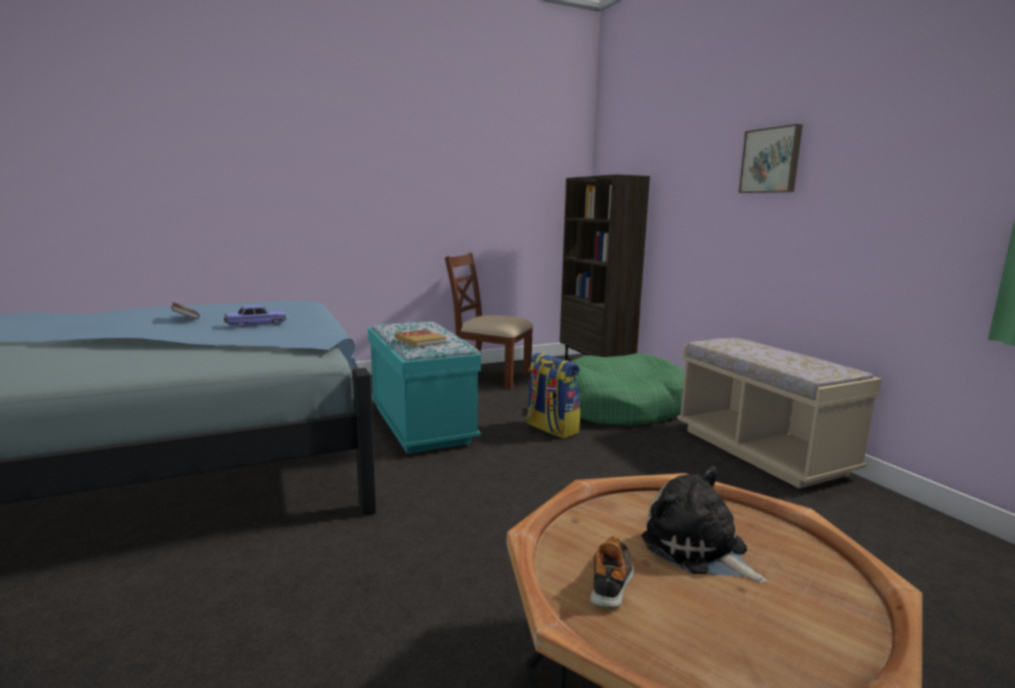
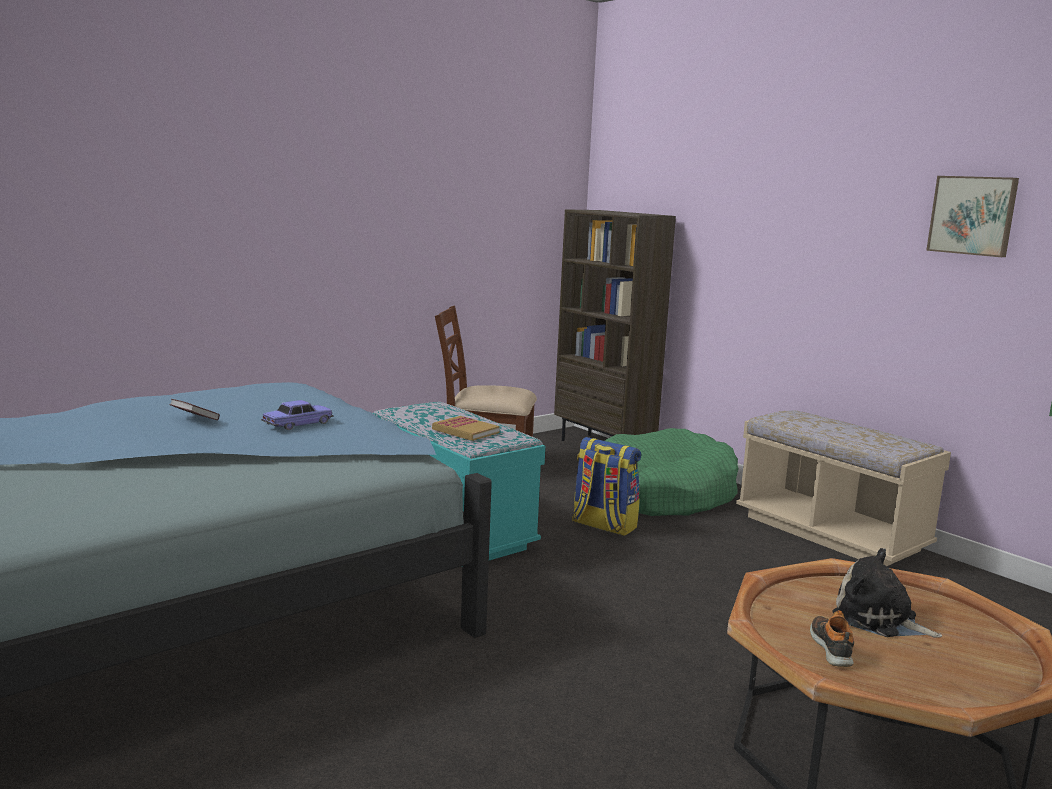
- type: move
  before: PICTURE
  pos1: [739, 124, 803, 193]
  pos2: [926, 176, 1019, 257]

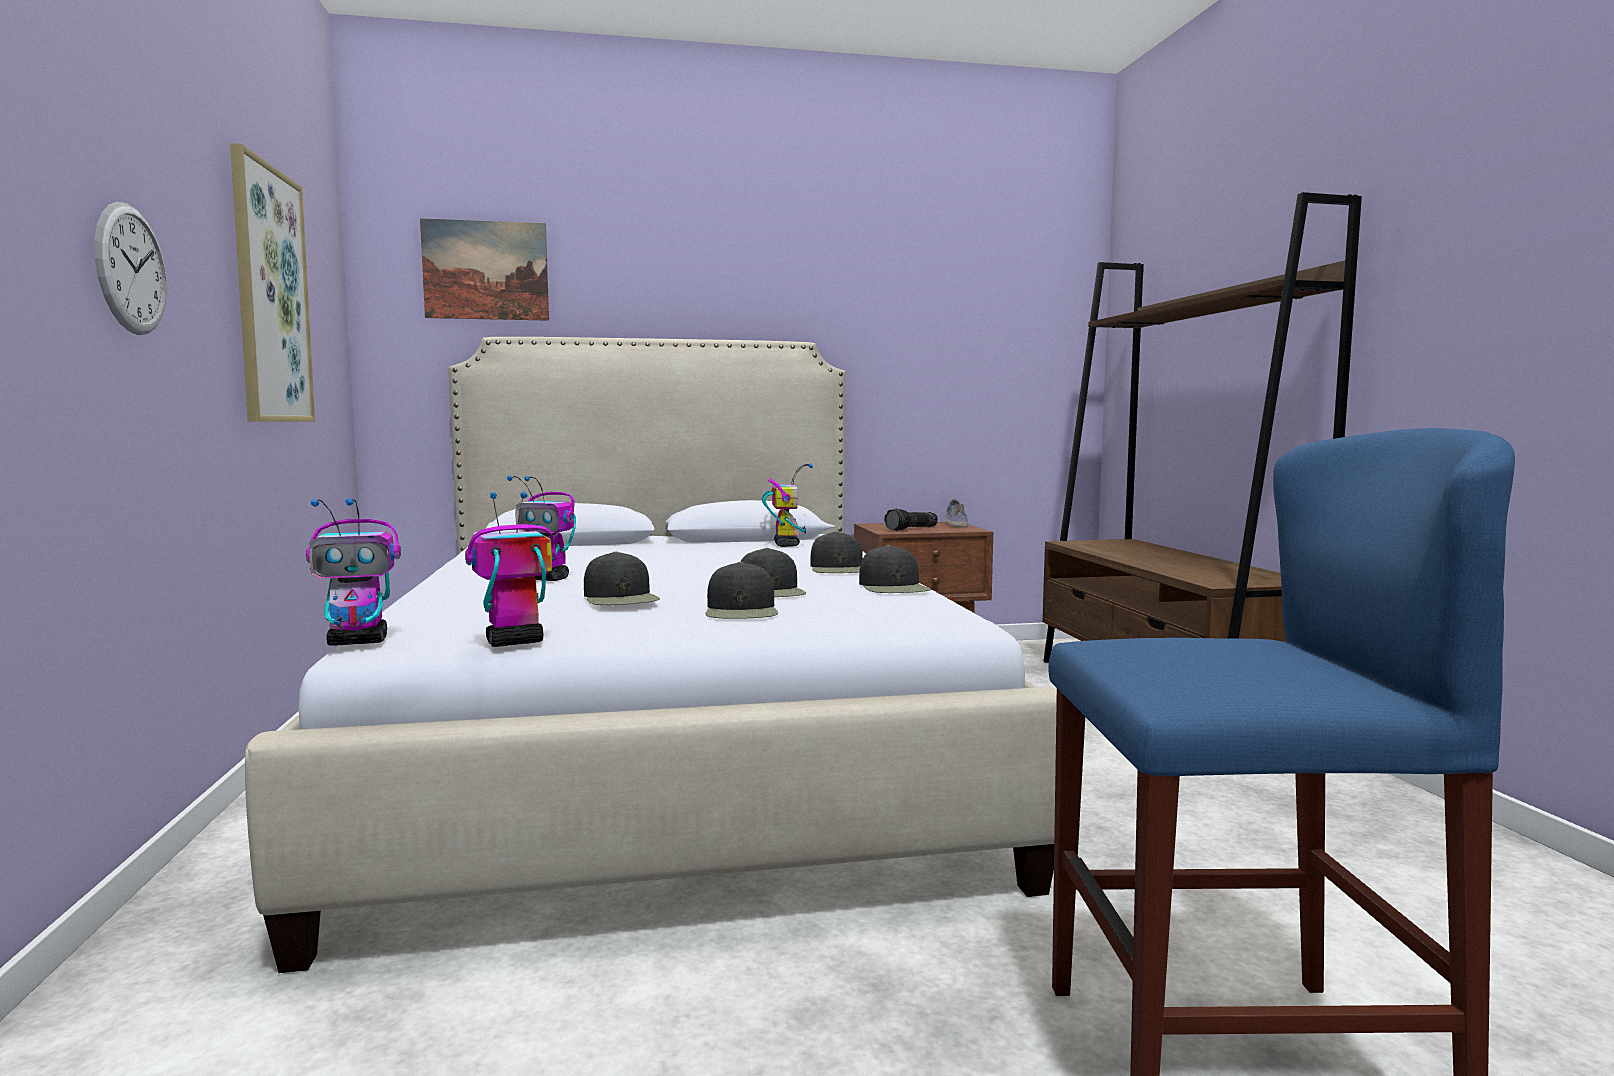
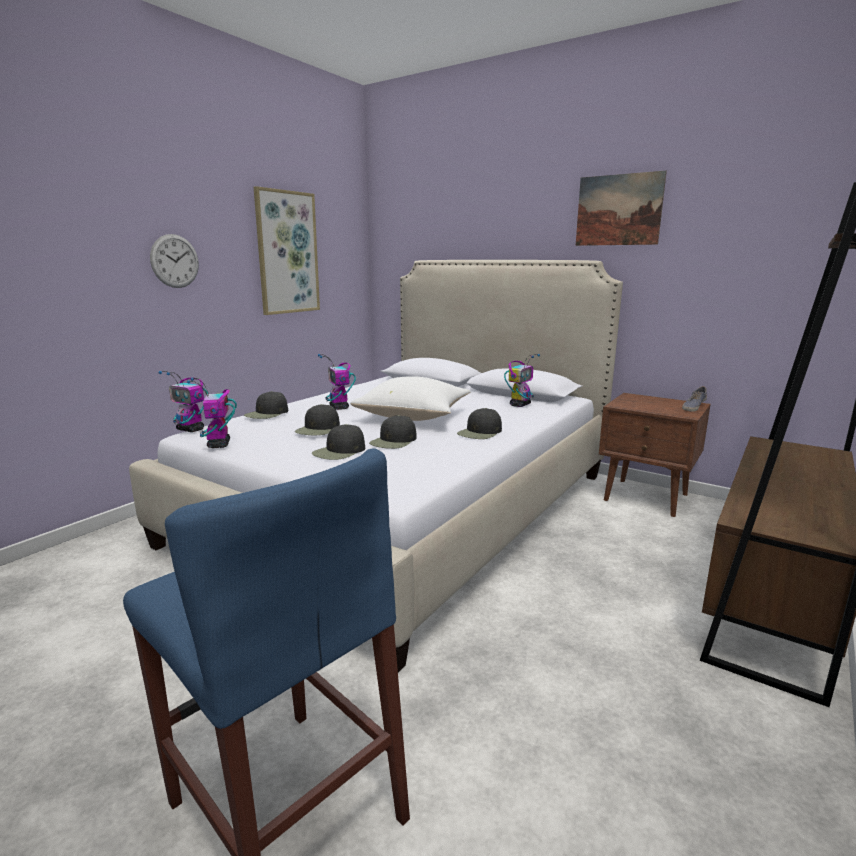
- type: delete
  before: HAND TORCH
  pos1: [884, 509, 938, 531]
- type: insert
  after: WHITISH PILLOW
  pos2: [351, 376, 471, 421]
- type: move
  before: PICTURE
  pos1: [420, 218, 549, 321]
  pos2: [576, 171, 667, 246]
- type: move
  before: BLACK CAP
  pos1: [859, 545, 931, 593]
  pos2: [244, 391, 289, 419]
- type: rotate
  before: MODEL ROBOT
  pos1: [465, 492, 556, 647]
  pos2: [187, 378, 237, 448]
  turn: -120

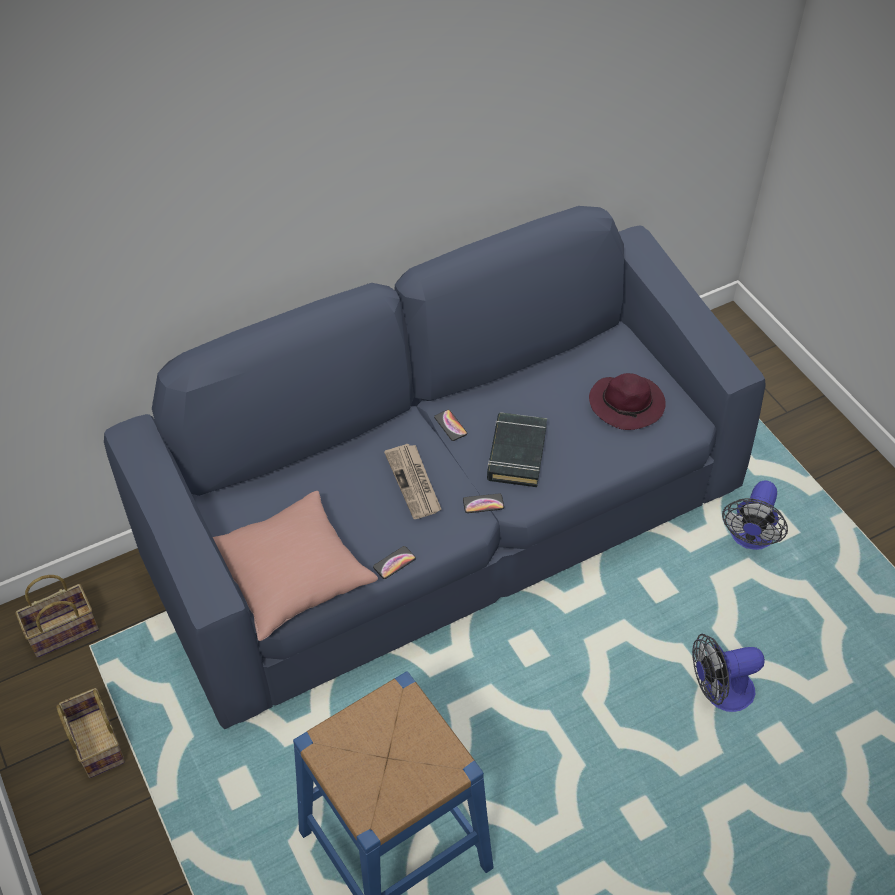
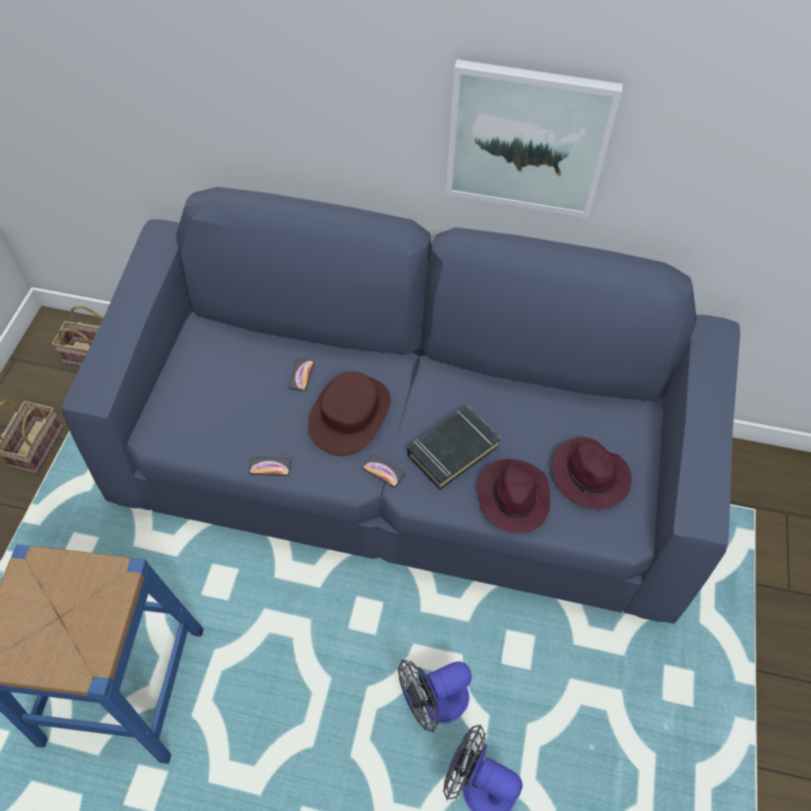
- type: delete
  before: PINK PILLOW
  pos1: [213, 491, 378, 641]
- type: insert
  after: PICTURE
  pos2: [446, 60, 623, 218]
- type: insert
  after: PURPLISH CLOTHING HAT
  pos2: [477, 459, 550, 533]
- type: move
  before: HANDSET
  pos1: [434, 410, 468, 441]
  pos2: [288, 359, 314, 391]
- type: move
  before: FAN
  pos1: [722, 480, 788, 550]
  pos2: [398, 660, 472, 732]
- type: replace
  before: PRINTED PAPER
  after: BROWN-COLOURED CLOTHING HAT
  pos1: [384, 444, 441, 519]
  pos2: [308, 371, 391, 456]

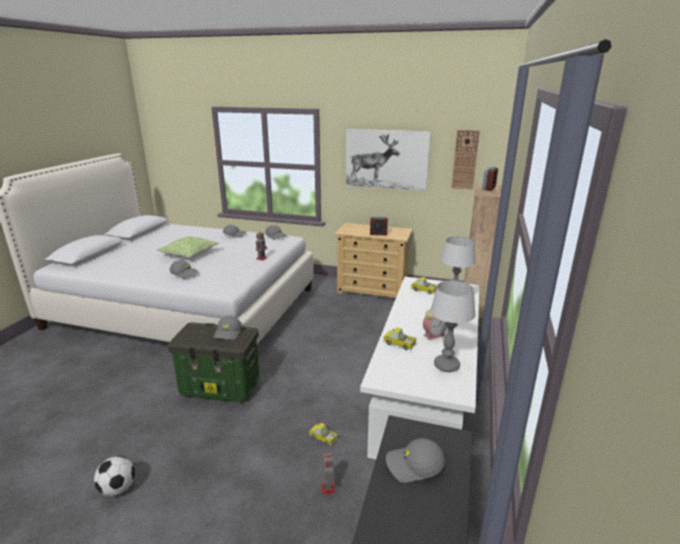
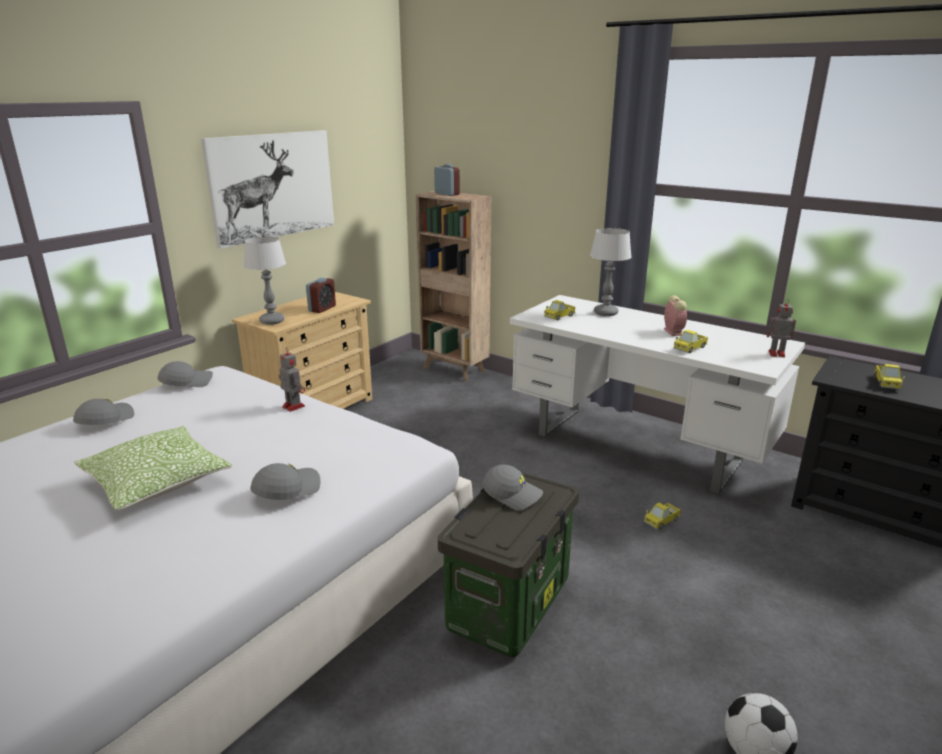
- type: delete
  before: HANGING CLOCK
  pos1: [451, 130, 480, 190]
- type: move
  before: MODEL ROBOT
  pos1: [321, 453, 336, 494]
  pos2: [767, 298, 796, 358]
- type: move
  before: TABLETOP LAMP
  pos1: [430, 280, 476, 372]
  pos2: [244, 236, 286, 325]
- type: replace
  before: GRAY CAP
  after: TOY LORRY
  pos1: [386, 438, 445, 483]
  pos2: [874, 364, 905, 390]

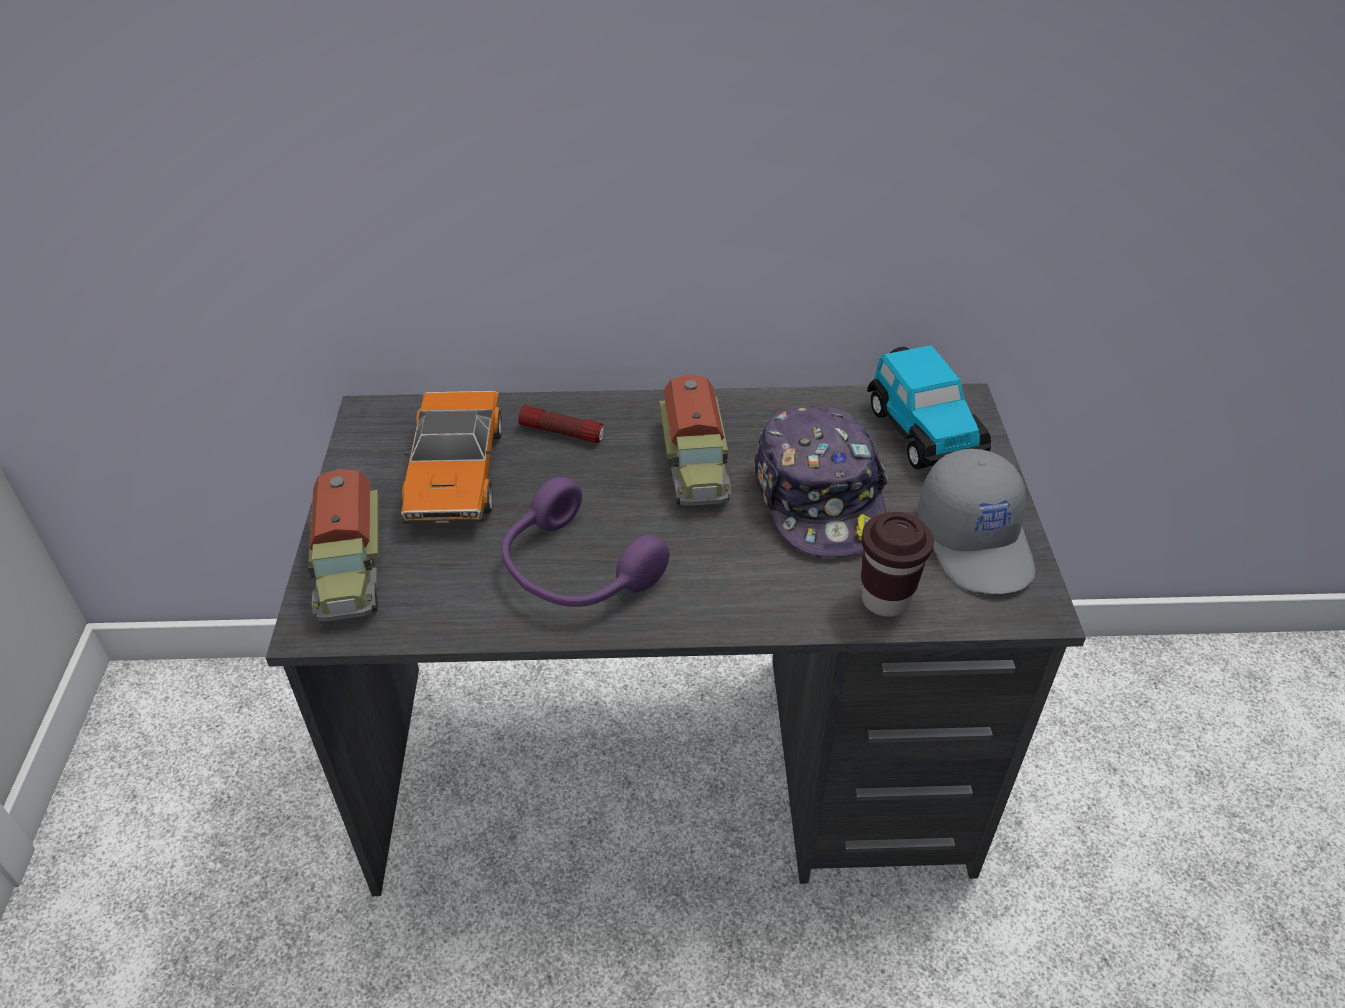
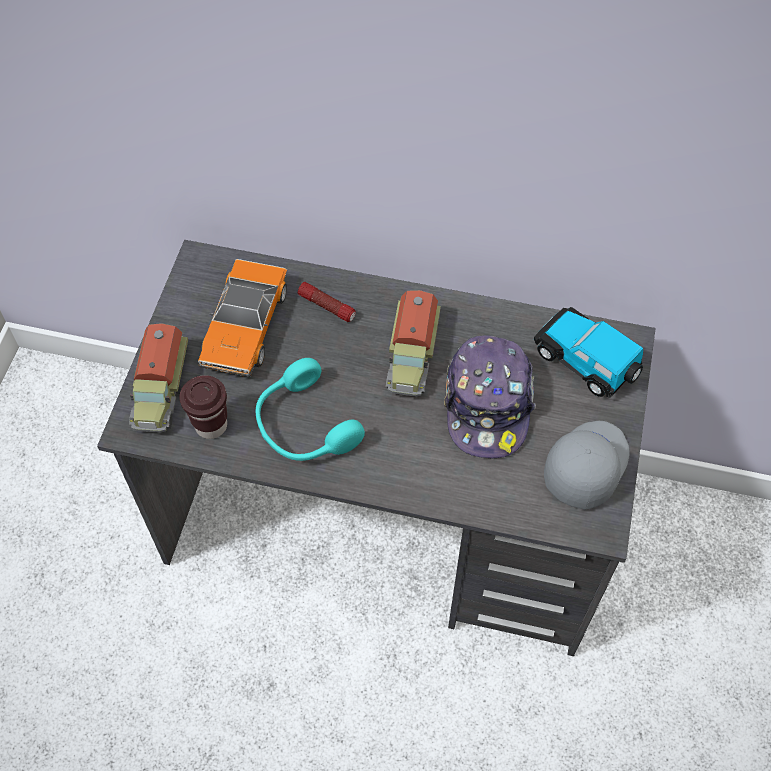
- type: move
  before: BROWN-COLOURED DRINKING CUP
  pos1: [861, 512, 934, 617]
  pos2: [179, 375, 227, 439]
- type: recolor
  before: PURPLISH HEADSET
  after: TURQUOISE HEADSET
  pos1: [502, 477, 670, 607]
  pos2: [256, 358, 365, 461]
- type: rotate
  before: MODEL CAR
  pos1: [867, 345, 991, 469]
  pos2: [534, 307, 643, 398]
  turn: 135
- type: rotate
  before: GRAY CAP
  pos1: [918, 449, 1036, 594]
  pos2: [544, 421, 630, 510]
  turn: -150

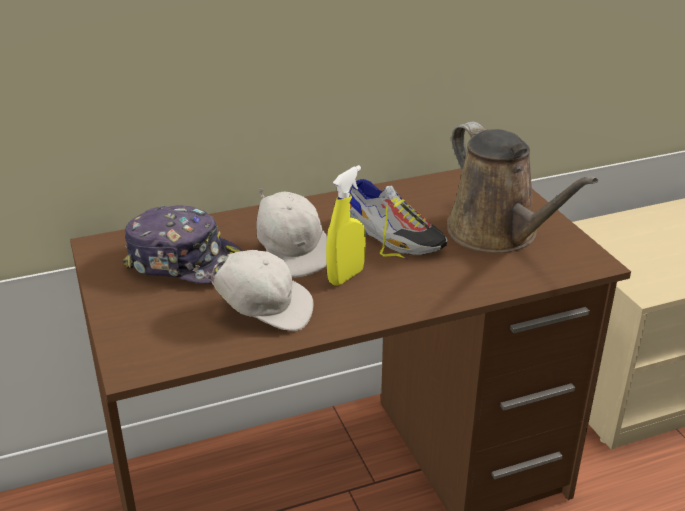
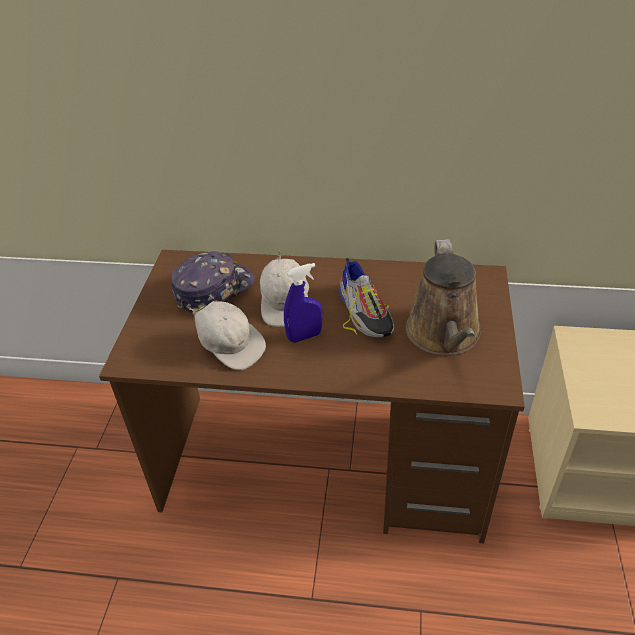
- type: recolor
  before: YELLOW HAND SPRAYER
  after: BLUISH HAND SPRAYER
  pos1: [326, 165, 366, 286]
  pos2: [284, 263, 323, 343]
- type: rotate
  before: CAP
  pos1: [123, 205, 243, 284]
  pos2: [171, 251, 255, 317]
  turn: -90

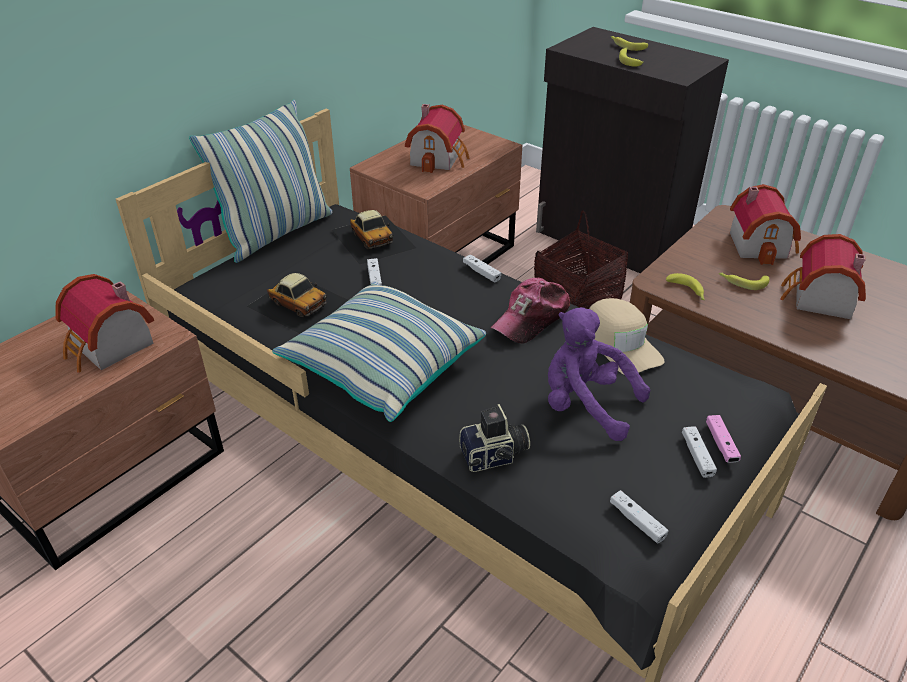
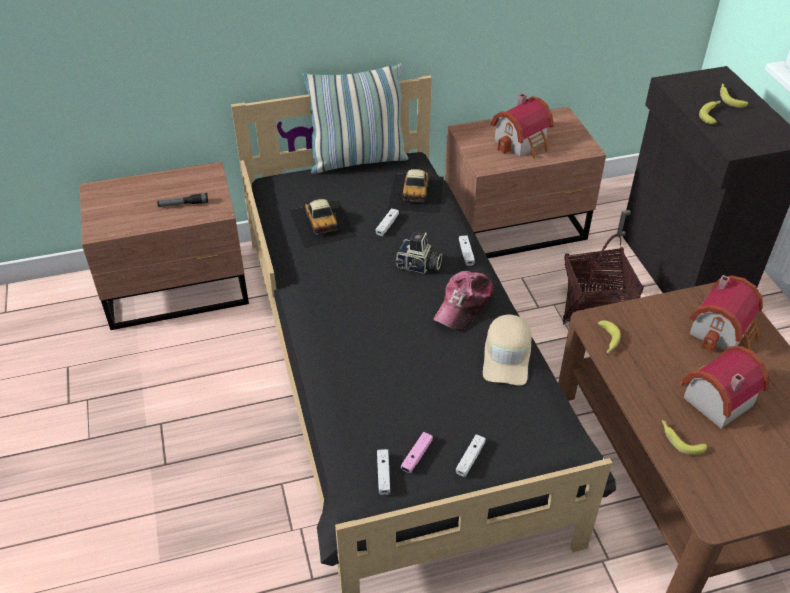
- type: delete
  before: PILLOW
  pos1: [272, 281, 486, 422]
- type: delete
  before: PURPLISH SOFT TOY
  pos1: [548, 307, 650, 441]
- type: move
  before: PHOTO CAMERA
  pos1: [459, 404, 530, 472]
  pos2: [395, 232, 442, 274]
- type: move
  before: PINK GAME CONTROLLER
  pos1: [706, 415, 741, 463]
  pos2: [401, 432, 433, 473]
- type: move
  before: BANANA FRUIT
  pos1: [719, 273, 770, 290]
  pos2: [662, 420, 707, 455]
- type: replace
  before: TOY HOUSE
  after: HAND TORCH
  pos1: [55, 274, 154, 373]
  pos2: [157, 193, 208, 207]
- type: rotate
  before: CAP
  pos1: [490, 278, 570, 344]
  pos2: [433, 271, 494, 331]
  turn: -45

